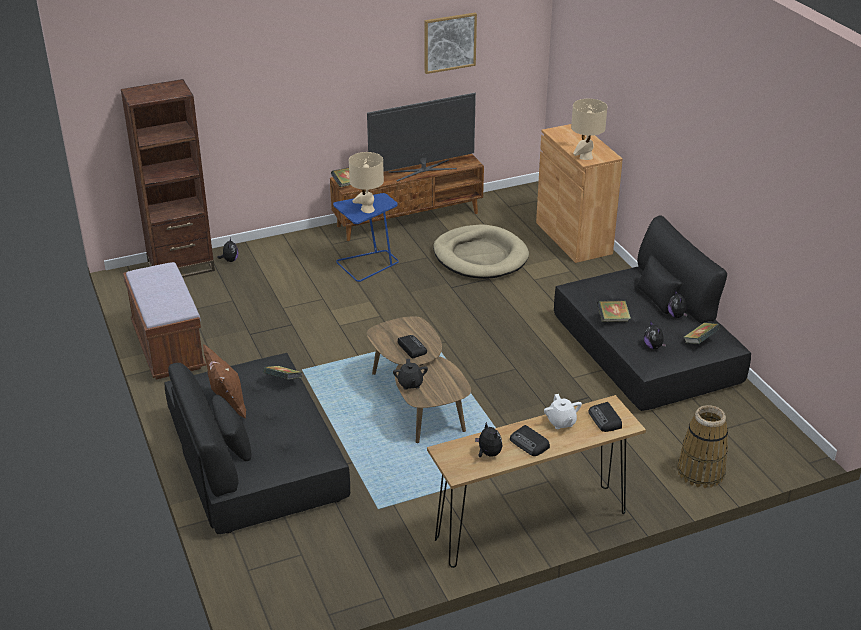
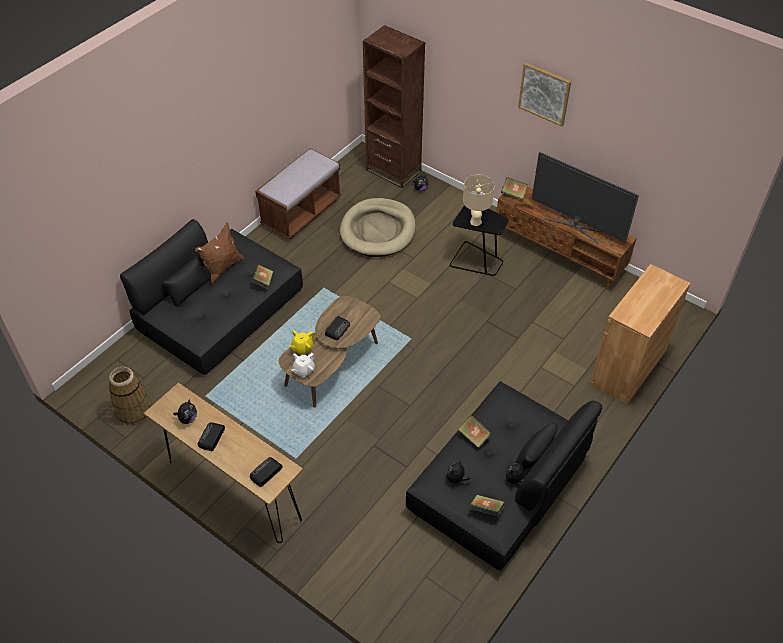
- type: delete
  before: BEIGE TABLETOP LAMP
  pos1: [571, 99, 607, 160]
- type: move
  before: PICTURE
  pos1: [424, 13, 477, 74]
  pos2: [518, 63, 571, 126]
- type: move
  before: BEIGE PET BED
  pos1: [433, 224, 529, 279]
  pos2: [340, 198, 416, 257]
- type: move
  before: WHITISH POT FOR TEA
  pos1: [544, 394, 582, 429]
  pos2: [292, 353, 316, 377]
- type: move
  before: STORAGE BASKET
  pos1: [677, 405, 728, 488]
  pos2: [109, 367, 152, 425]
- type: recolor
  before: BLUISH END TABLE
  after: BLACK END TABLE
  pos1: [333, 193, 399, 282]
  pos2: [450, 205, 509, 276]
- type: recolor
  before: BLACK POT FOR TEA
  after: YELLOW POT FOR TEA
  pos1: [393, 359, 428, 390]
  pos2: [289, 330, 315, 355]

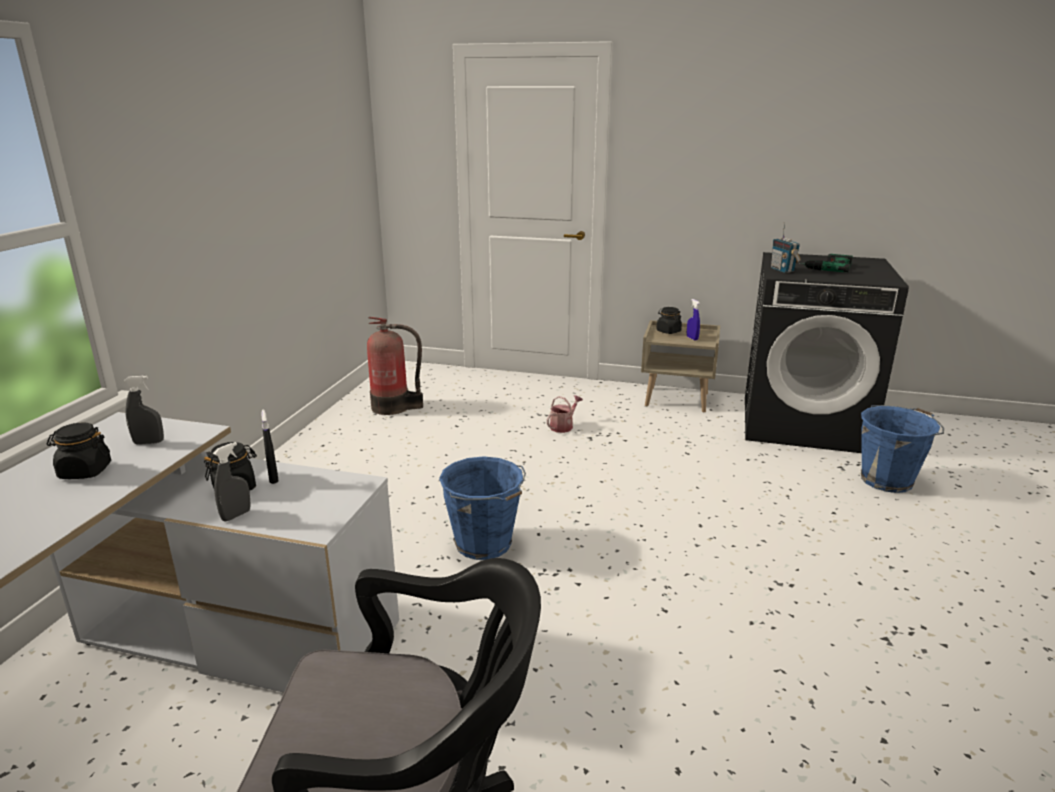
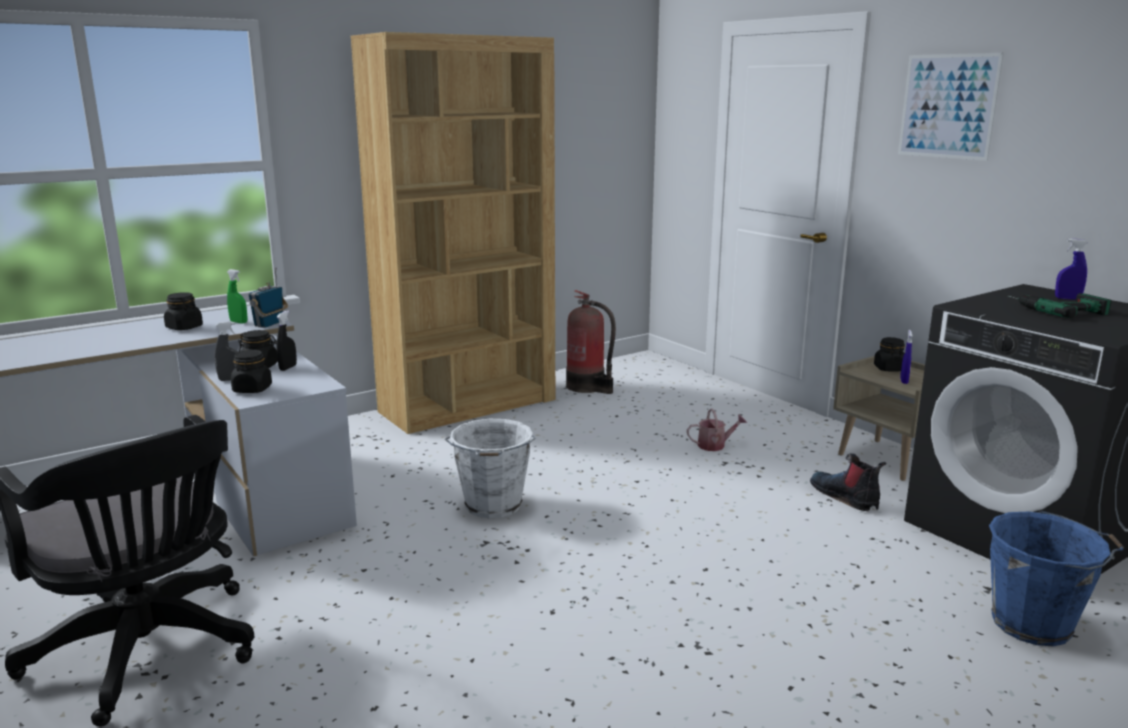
- type: insert
  after: BLACK JAR
  pos2: [231, 350, 272, 393]
- type: insert
  after: BROWN-COLOURED BOOKSHELF
  pos2: [351, 32, 555, 434]
- type: insert
  after: TALL BOOT
  pos2: [810, 453, 886, 511]
- type: insert
  after: PICTURE
  pos2: [898, 53, 1004, 161]
- type: insert
  after: BLUISH HAND SPRAYER
  pos2: [1055, 239, 1088, 300]
- type: move
  before: RADIO
  pos1: [771, 222, 801, 273]
  pos2: [249, 268, 288, 328]
- type: recolor
  before: GRAY HAND SPRAYER
  after: GREEN HAND SPRAYER
  pos1: [123, 376, 164, 444]
  pos2: [227, 269, 247, 324]
- type: recolor
  before: BLUISH PAIL
  after: WHITISH PAIL
  pos1: [439, 456, 526, 560]
  pos2: [445, 419, 536, 518]

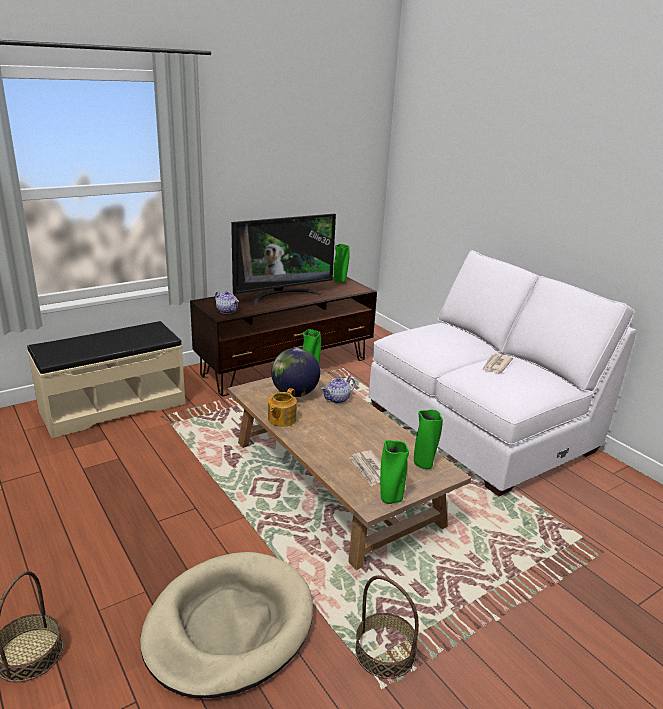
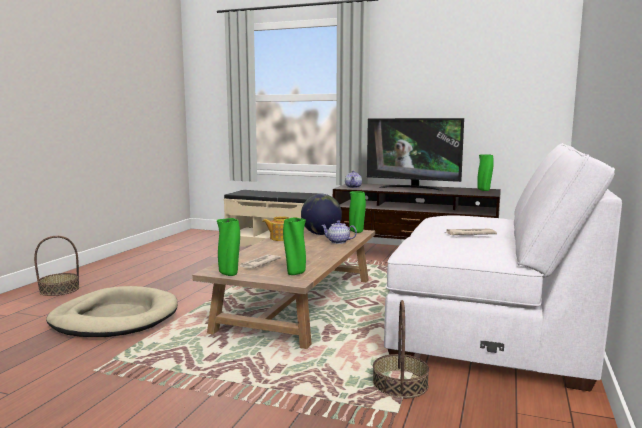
- type: move
  before: STORAGE BASKET
  pos1: [355, 575, 419, 679]
  pos2: [373, 300, 429, 399]

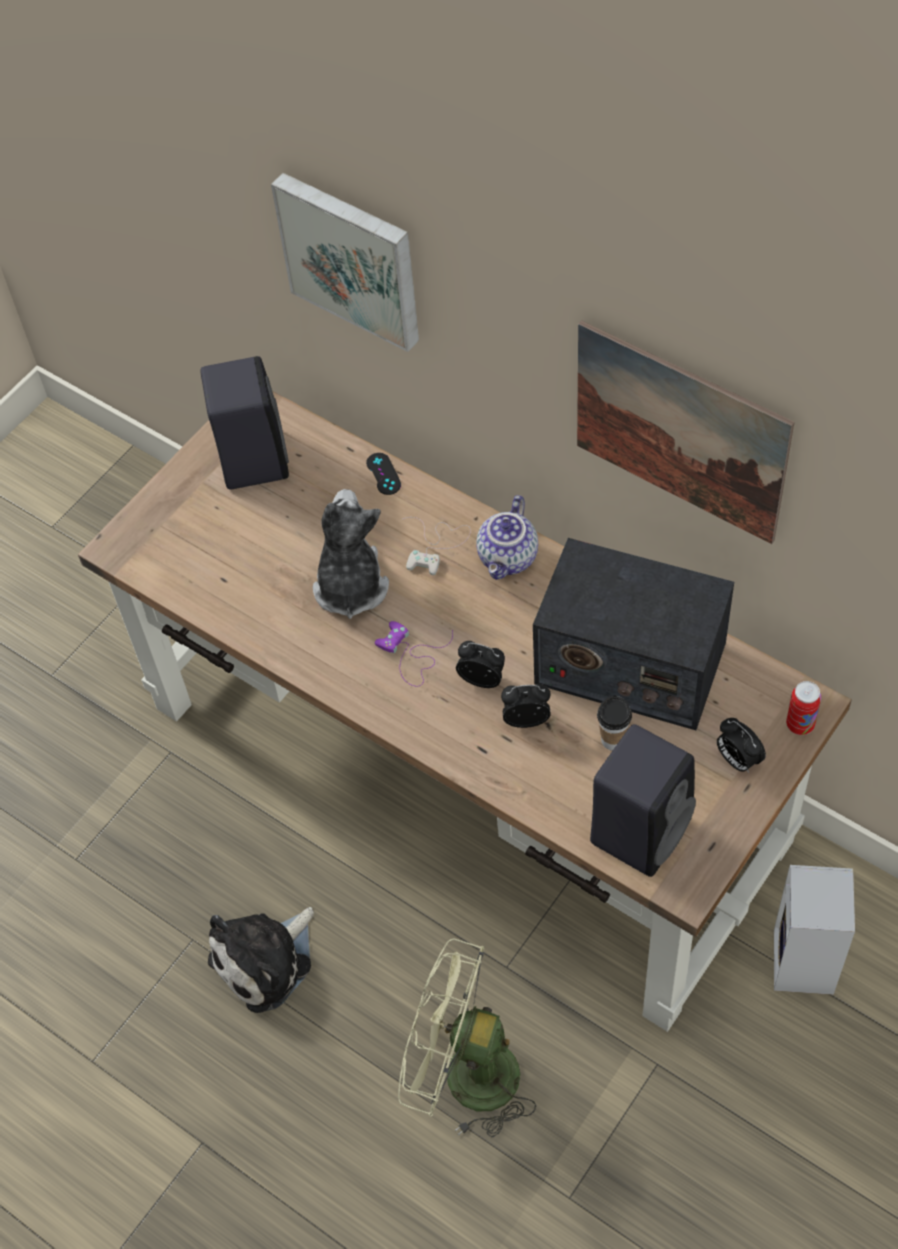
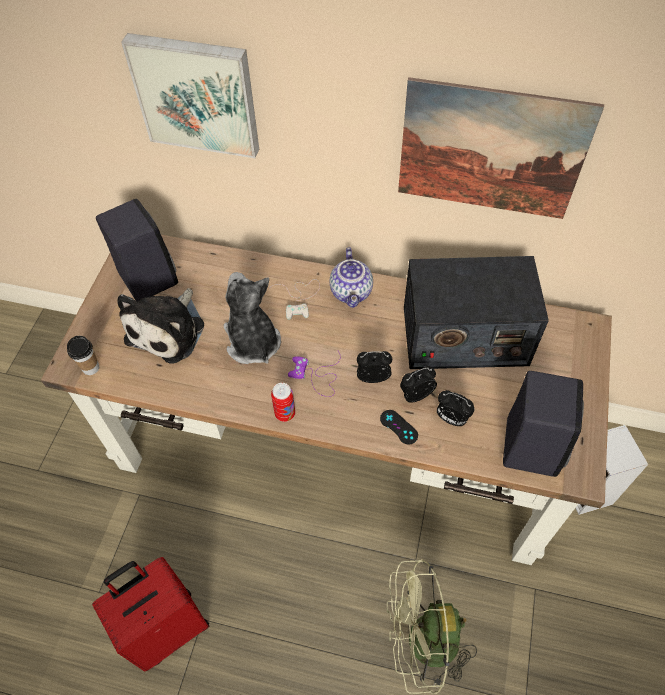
- type: insert
  after: REDDISH TRAVEL CASE
  pos2: [92, 557, 209, 671]
- type: move
  before: SOFT TOY
  pos1: [208, 907, 314, 1013]
  pos2: [117, 288, 204, 363]
- type: move
  before: BLACK GAME CONTROLLER
  pos1: [366, 453, 401, 495]
  pos2: [380, 410, 418, 444]
- type: move
  before: DRINKING CUP
  pos1: [597, 696, 632, 751]
  pos2: [67, 336, 99, 375]
- type: move
  before: BEDSIDE CLOCK
  pos1: [717, 718, 766, 773]
  pos2: [437, 390, 475, 426]
- type: move
  before: SEALED CAN
  pos1: [786, 681, 821, 735]
  pos2: [271, 383, 295, 422]

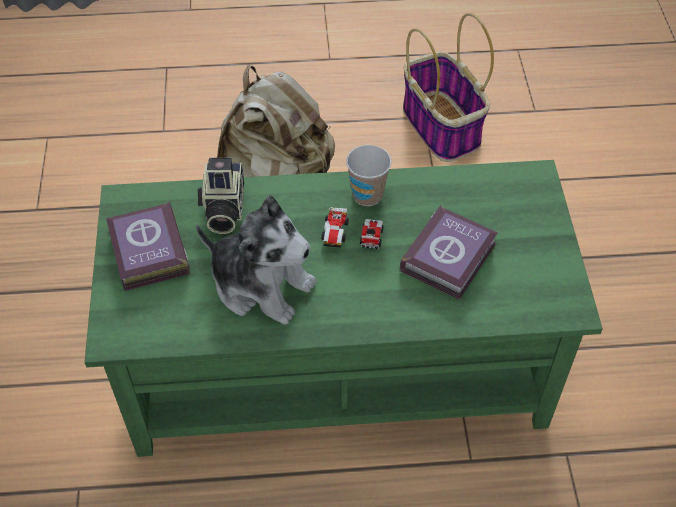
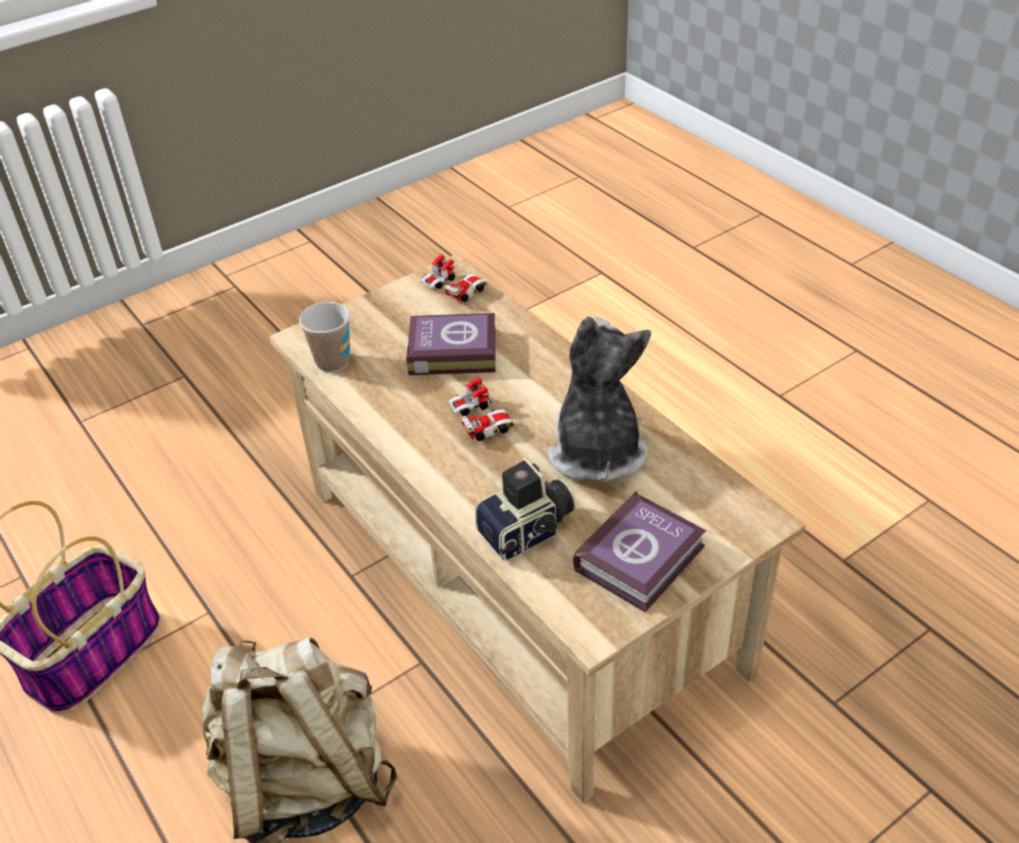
- type: insert
  after: MODEL CAR
  pos2: [420, 254, 487, 302]
- type: move
  before: DRINKING CUP
  pos1: [346, 145, 392, 206]
  pos2: [299, 302, 350, 372]
- type: recolor
  before: GREEN LOW TABLE
  after: BEIGE LOW TABLE
  pos1: [84, 160, 603, 457]
  pos2: [269, 254, 806, 803]

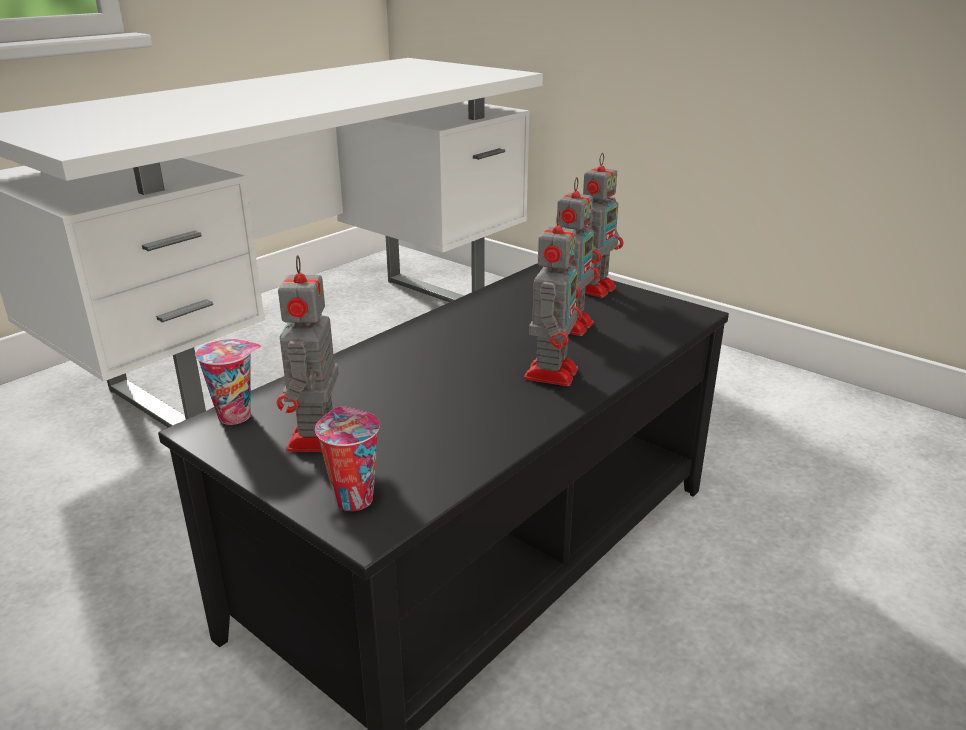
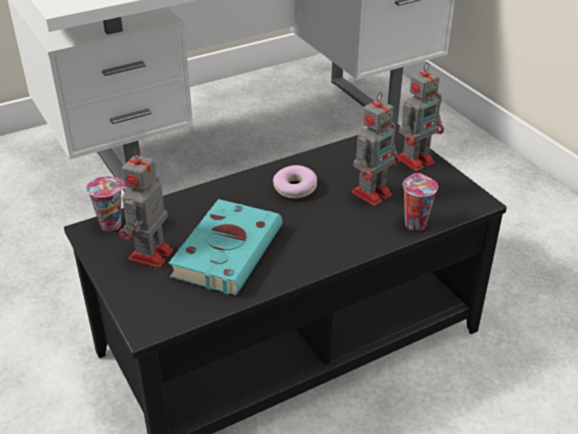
- type: delete
  before: MODEL ROBOT
  pos1: [524, 210, 582, 386]
- type: insert
  after: TURQUOISE VOLUME
  pos2: [168, 199, 283, 295]
- type: insert
  after: DONUT
  pos2: [273, 165, 317, 199]
- type: move
  before: DRINKING CUP
  pos1: [315, 407, 380, 511]
  pos2: [403, 173, 438, 231]

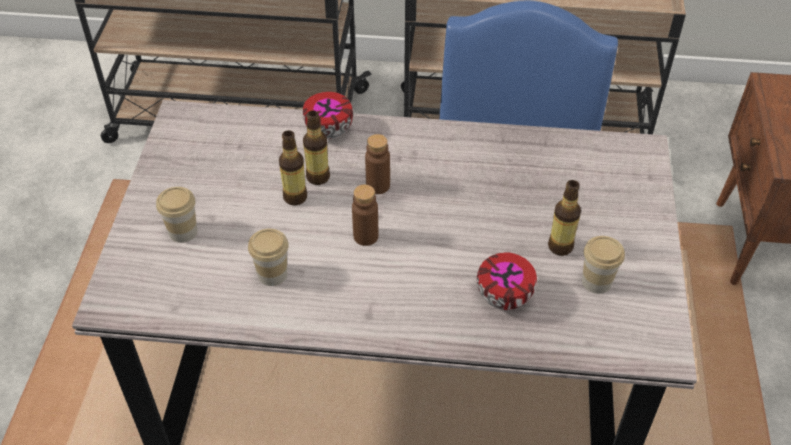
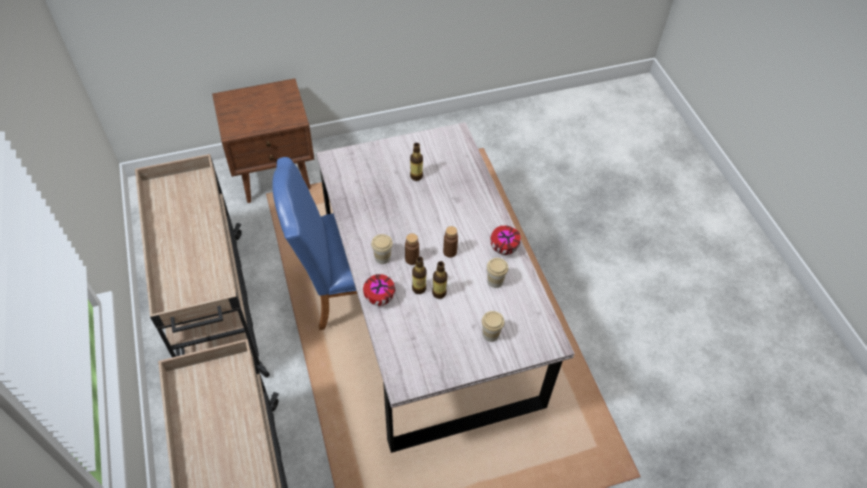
- type: move
  before: BOWL
  pos1: [477, 252, 537, 310]
  pos2: [490, 225, 521, 255]
- type: move
  before: DRINKING CUP
  pos1: [582, 236, 625, 294]
  pos2: [371, 234, 393, 264]

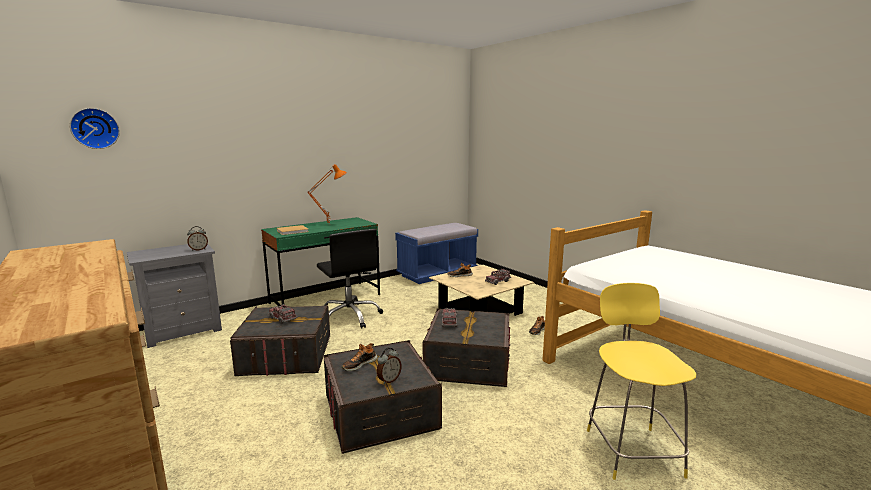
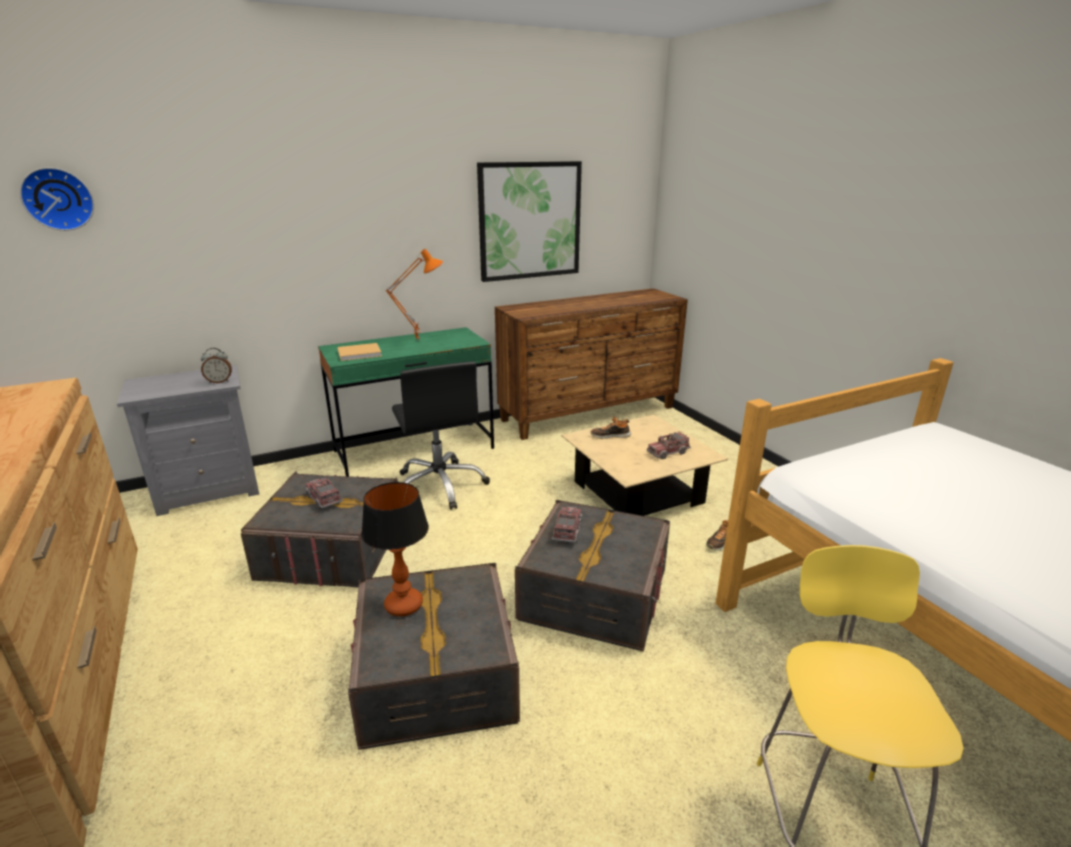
- type: delete
  before: BEDSIDE CLOCK
  pos1: [377, 347, 402, 384]
- type: insert
  after: PICTURE
  pos2: [477, 161, 582, 282]
- type: replace
  before: ITEM OF FOOTWEAR
  after: TABLETOP LAMP
  pos1: [342, 343, 378, 371]
  pos2: [361, 482, 429, 617]
- type: replace
  before: BLUISH LONG SEAT
  after: BROWN-COLOURED CHEST OF DRAWERS
  pos1: [395, 223, 478, 284]
  pos2: [495, 288, 688, 440]

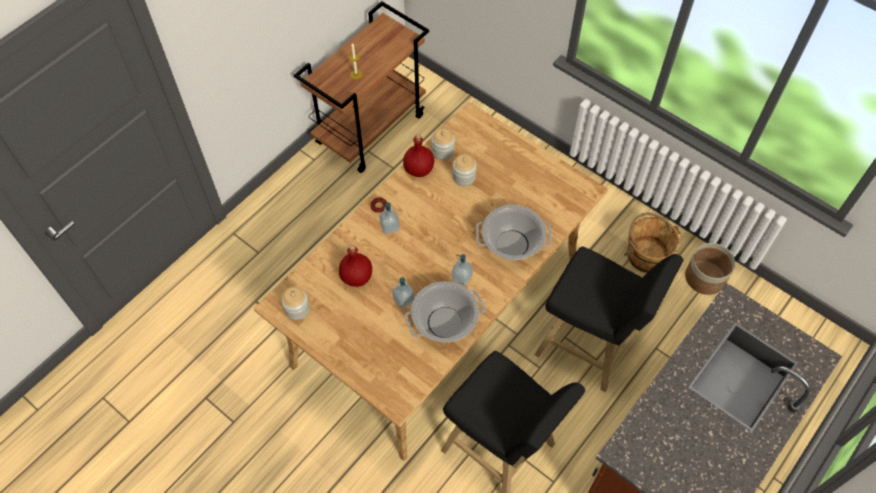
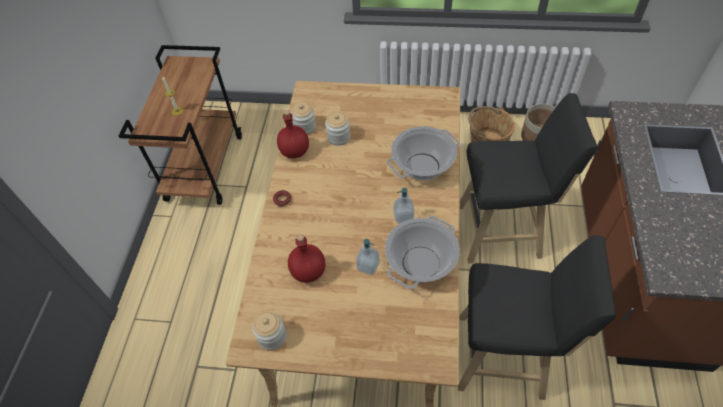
- type: delete
  before: SOAP DISPENSER
  pos1: [379, 202, 400, 234]

